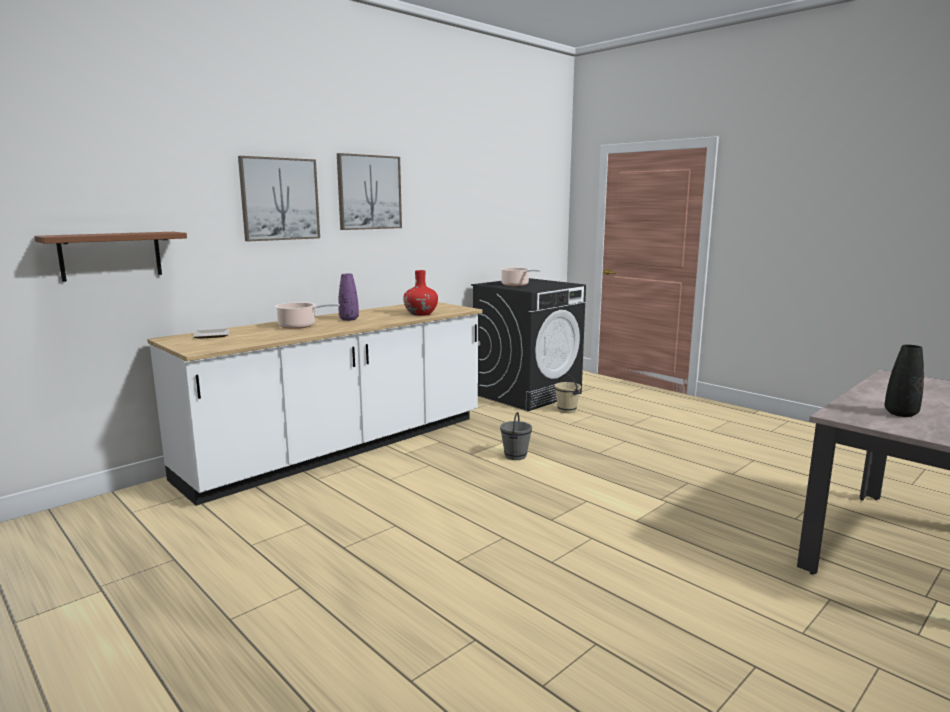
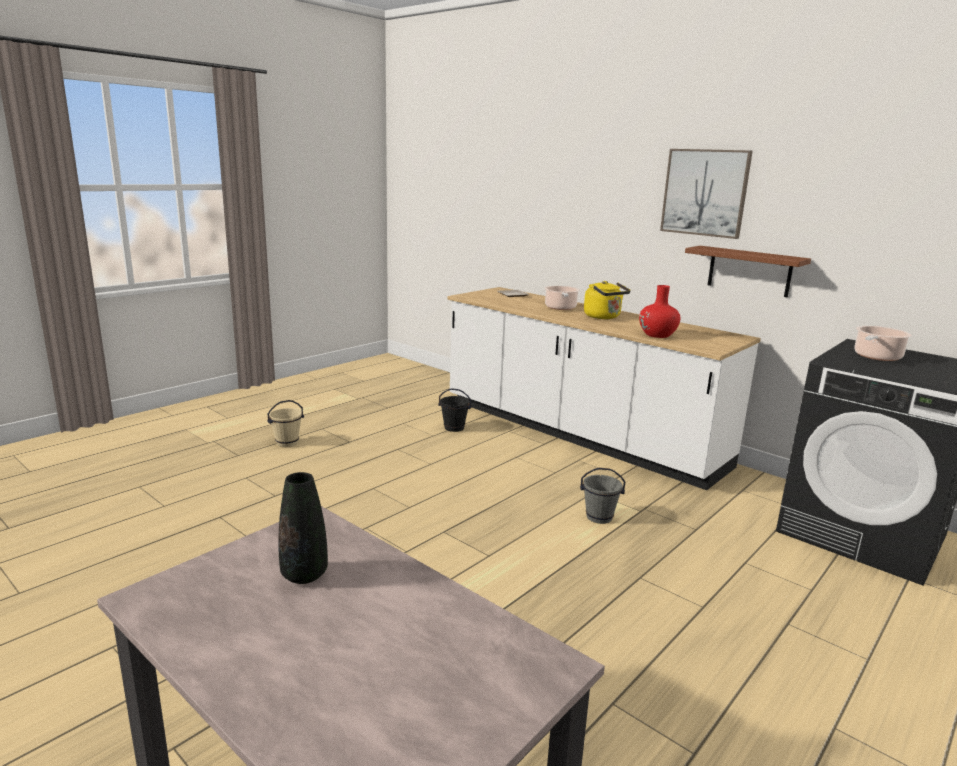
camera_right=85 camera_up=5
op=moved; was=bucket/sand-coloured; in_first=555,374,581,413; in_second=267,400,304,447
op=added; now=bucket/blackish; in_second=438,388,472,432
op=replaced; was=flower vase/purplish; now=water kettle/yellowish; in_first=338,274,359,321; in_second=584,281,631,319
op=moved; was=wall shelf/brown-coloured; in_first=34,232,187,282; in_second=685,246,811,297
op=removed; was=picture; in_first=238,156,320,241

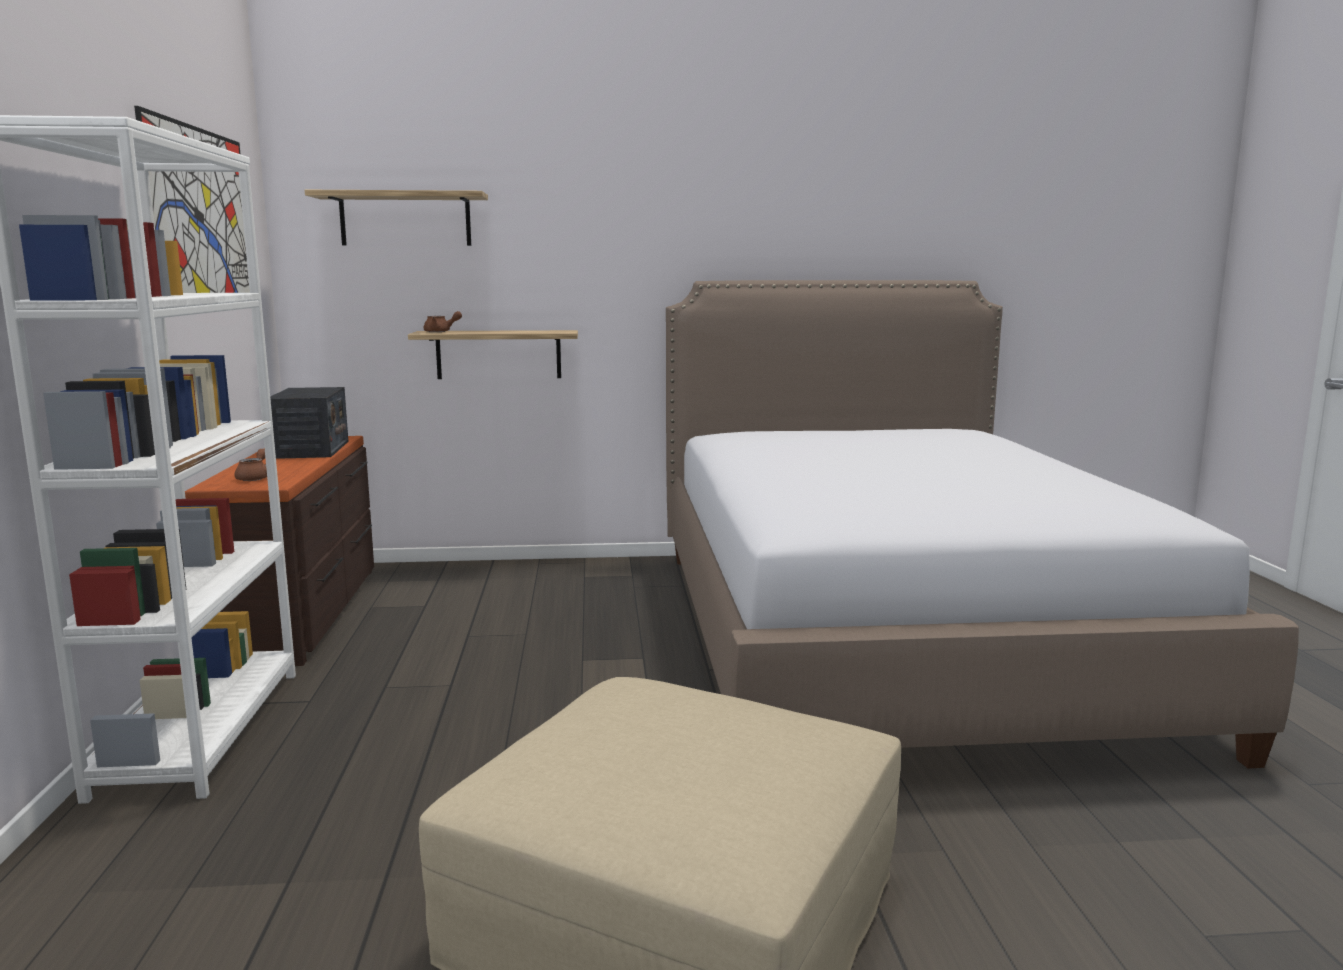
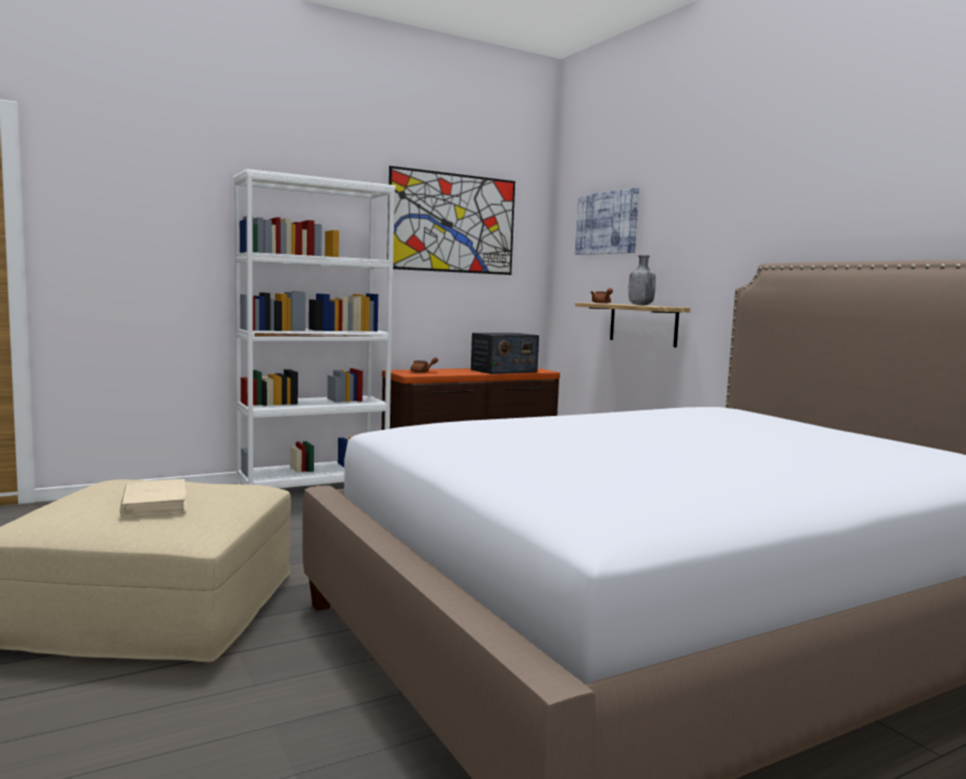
camera_right=65 camera_up=-5
op=added; now=book/sand-coloured; in_second=120,479,186,517
op=replaced; was=wall shelf; now=picture; in_first=305,190,488,246; in_second=575,187,639,255
op=added; now=drink bottle/greyish; in_second=628,255,656,305

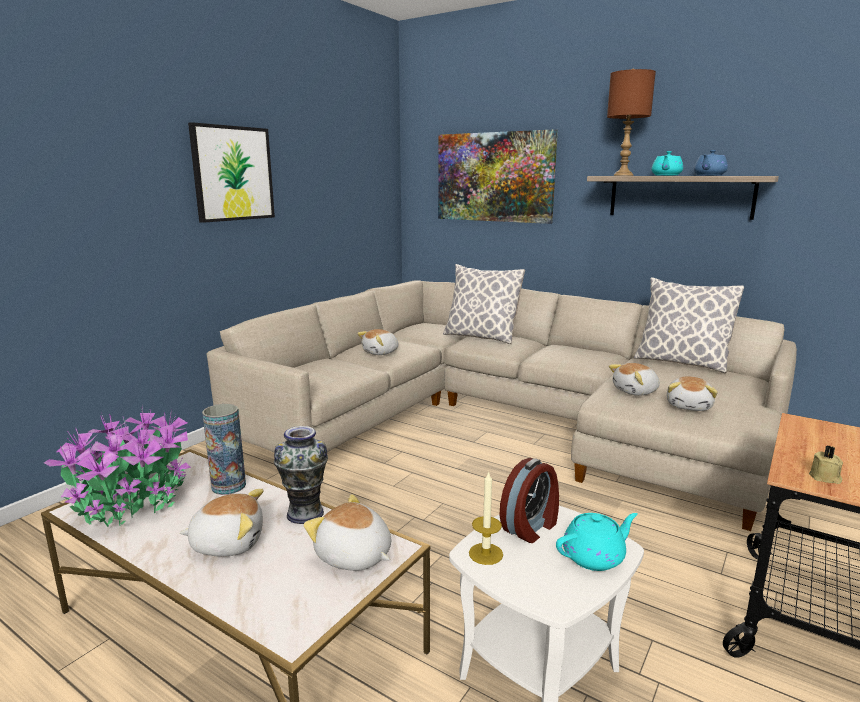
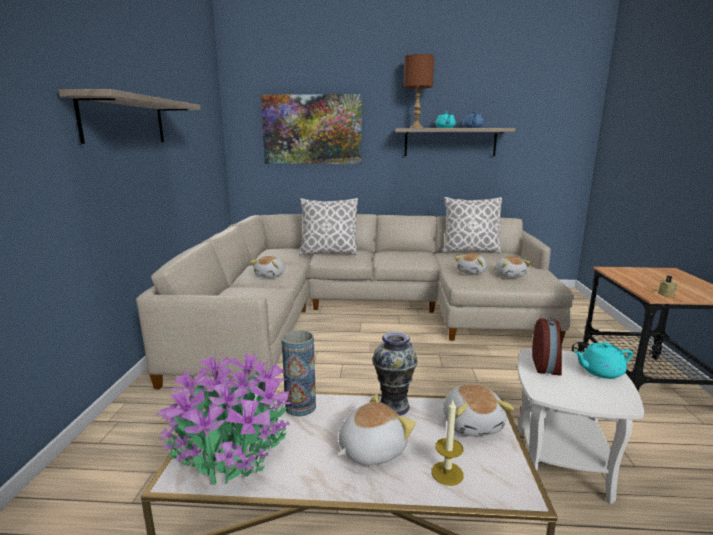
camera_right=-30 camera_up=0
op=replaced; was=picture; now=wall shelf; in_first=188,122,275,223; in_second=58,89,201,144
op=moved; was=candle; in_first=469,471,503,565; in_second=431,400,464,486
op=turned; was=plush toy; in_first=304,494,391,571; in_second=444,384,514,436; clockwise=-105
op=turned; was=tea pot/turquoise-coloured; in_first=556,513,638,571; in_second=574,342,633,379; clockwise=-135

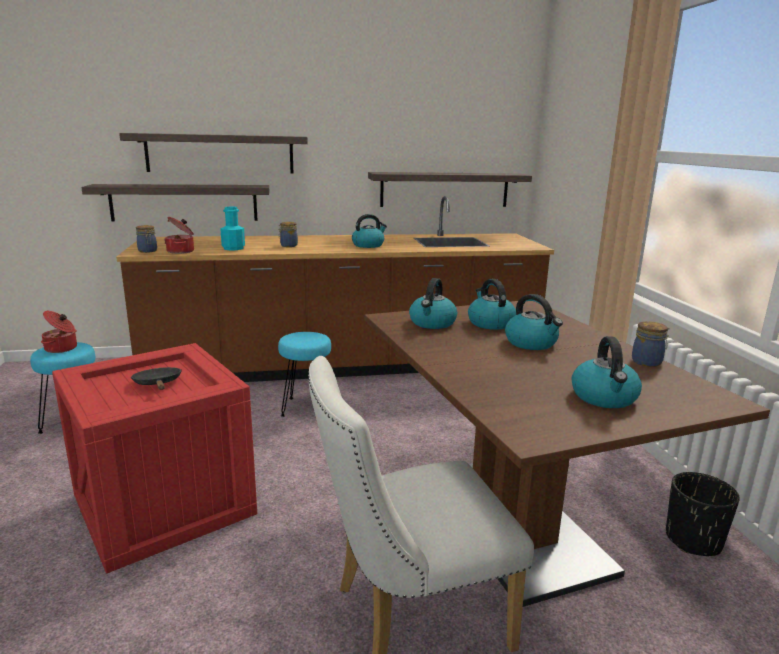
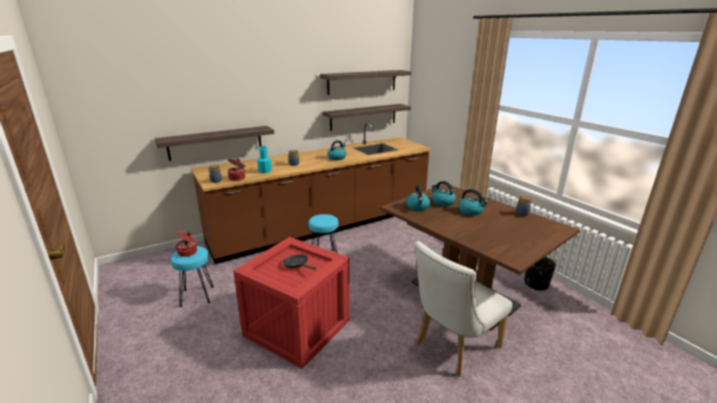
camera_right=-20 camera_up=5
op=moved; was=wall shelf; in_first=119,133,308,173; in_second=320,70,411,95
op=removed; was=water kettle; in_first=572,336,642,408

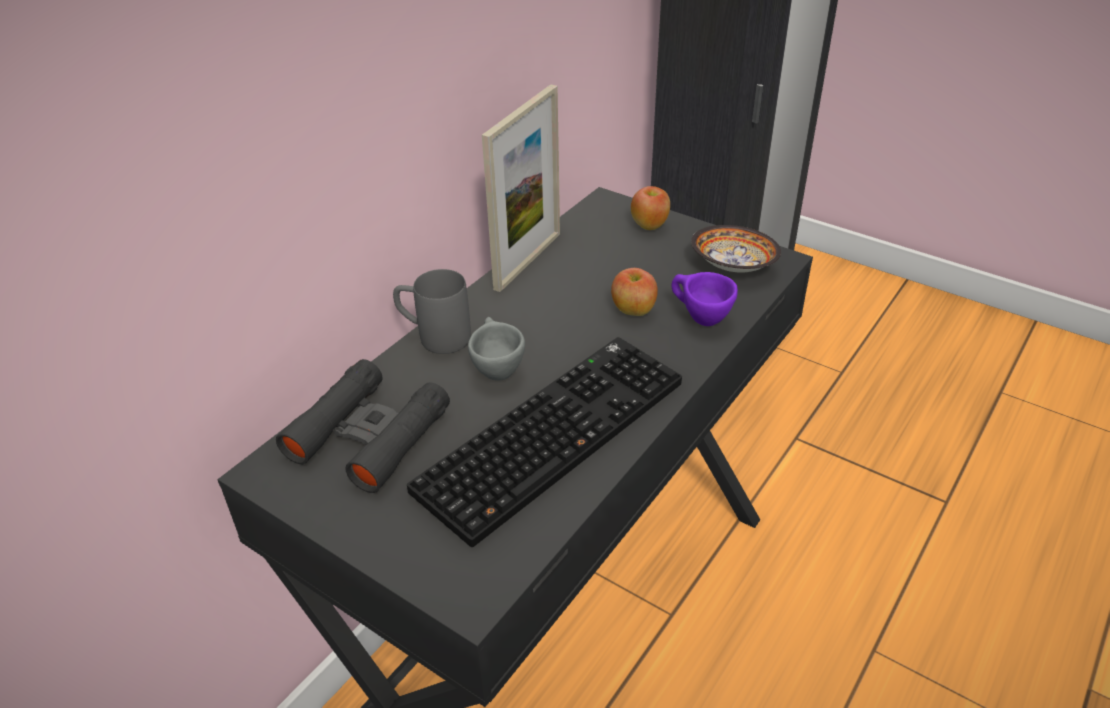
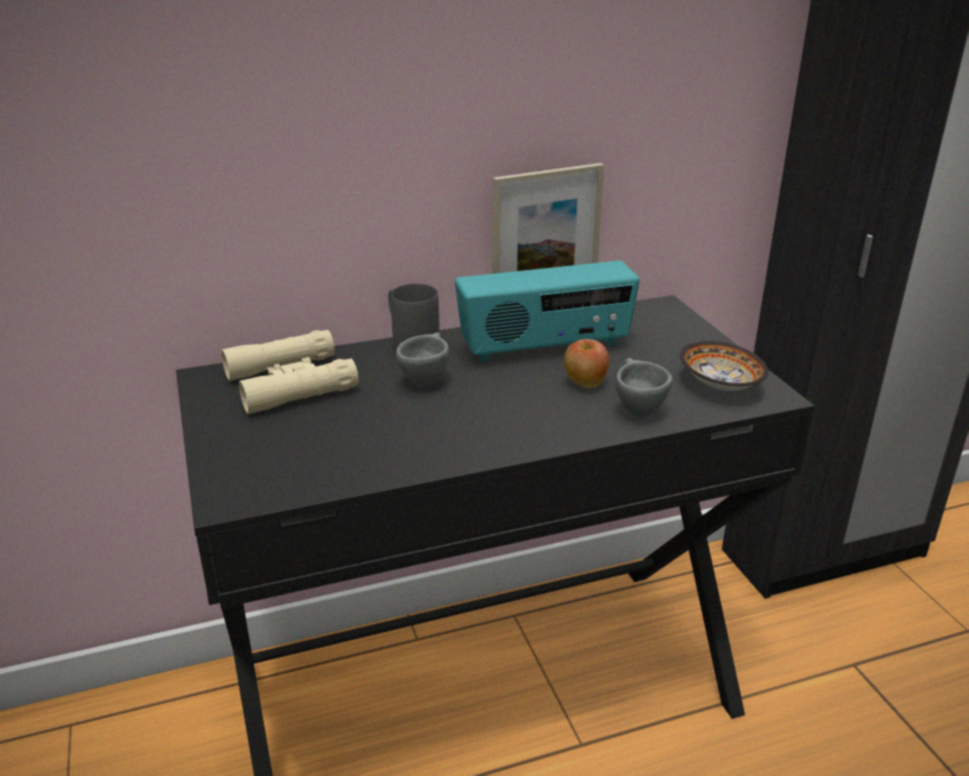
camera_right=35 camera_up=-10
op=recoloured; was=field glasses/blackish; now=field glasses/sand-coloured; in_first=276,359,450,493; in_second=221,330,359,414
op=added; now=radio receiver; in_second=455,261,640,363
op=recoloured; was=drinking cup/purplish; now=drinking cup/greyish; in_first=671,272,738,326; in_second=616,358,672,417
op=removed; was=computer keyboard; in_first=407,337,682,547
op=removed; was=apple fruit; in_first=631,186,670,230

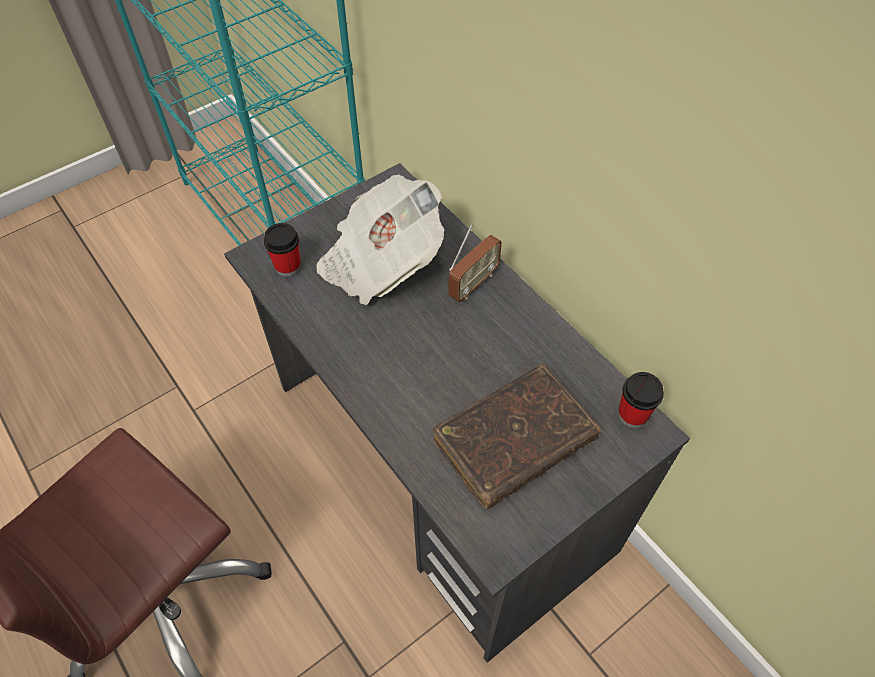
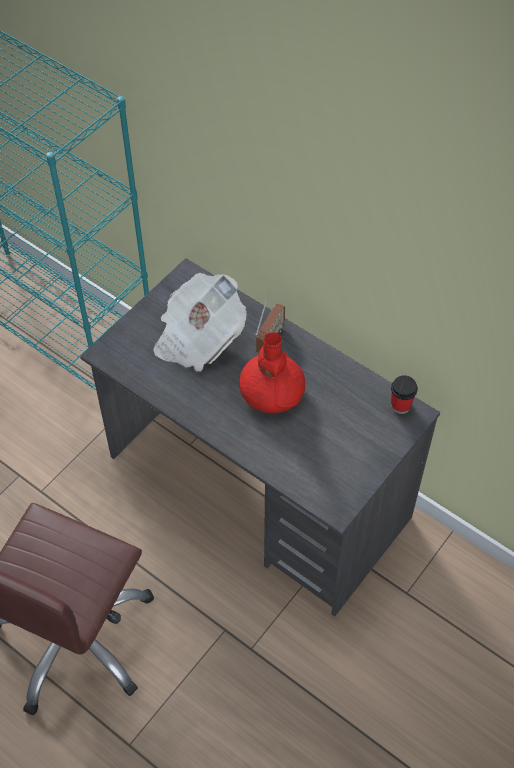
camera_right=-15 camera_up=0
op=added; now=flower vase/red-coloured; in_second=239,332,305,413
op=removed; was=drinking cup; in_first=264,223,301,276
op=removed; was=book/brown-coloured; in_first=433,365,601,509

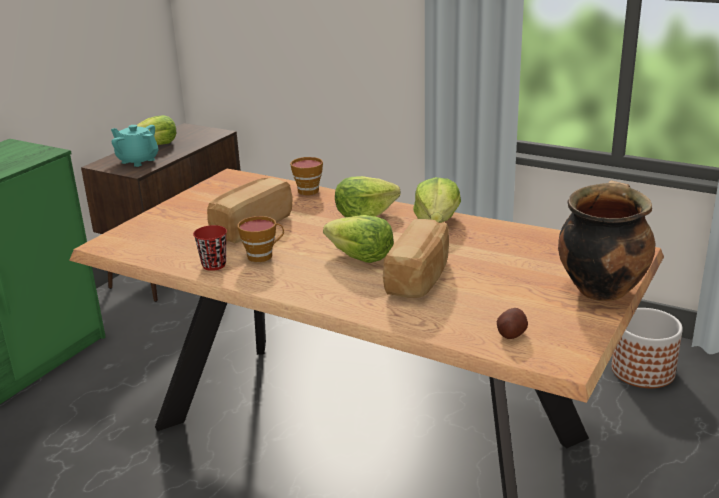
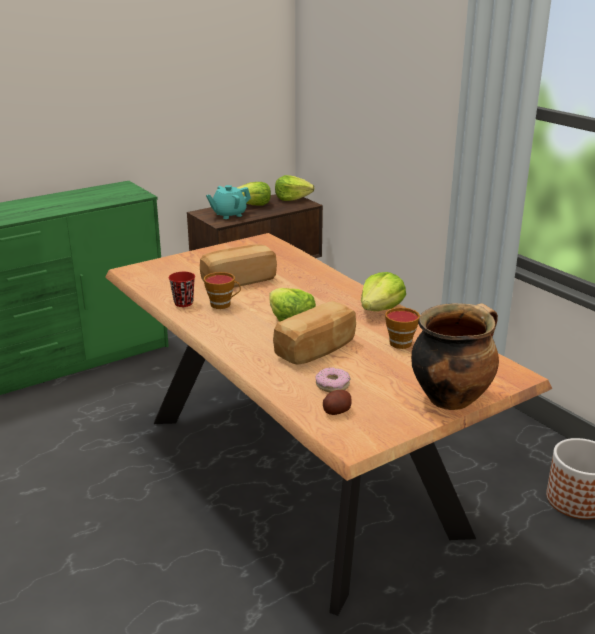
camera_right=25 camera_up=0
op=turned; was=tea pot/turquoise-coloured; in_first=111,125,159,167; in_second=206,185,251,219; clockwise=-90
op=moved; was=head of lettuce; in_first=335,176,401,217; in_second=275,175,315,201
op=added; now=doughnut; in_second=315,367,350,392
op=moved; was=drinking cup; in_first=290,157,323,195; in_second=385,307,420,349

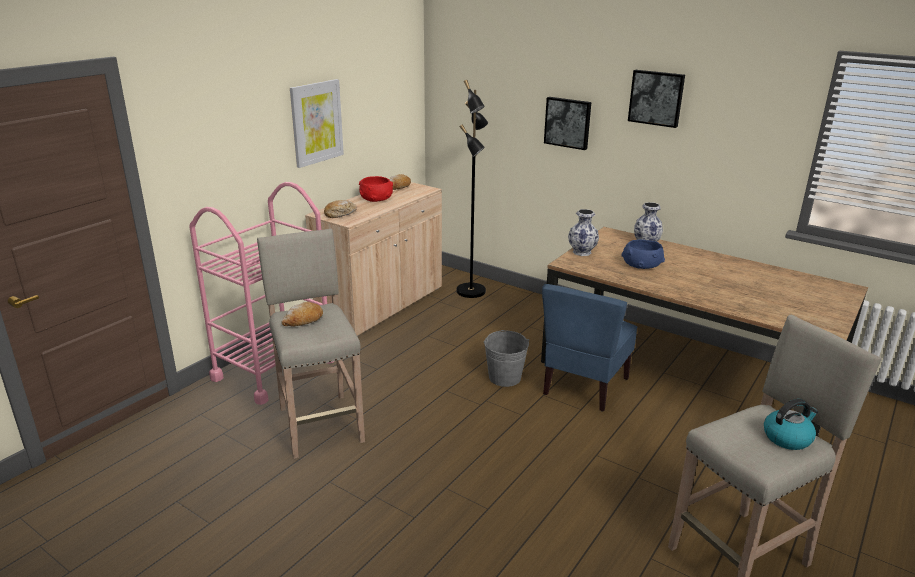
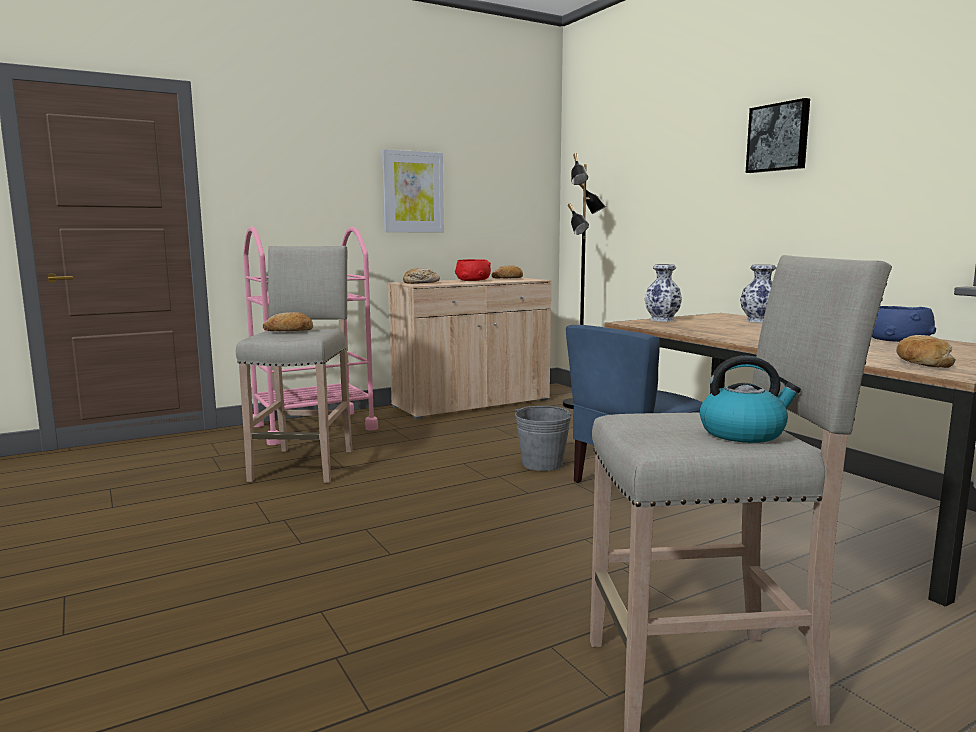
camera_right=25 camera_up=-15
op=moved; was=deep dish/blue-coloured; in_first=622,239,665,269; in_second=872,306,936,342
op=added; now=bakery bread; in_second=896,335,956,368
op=removed; was=picture; in_first=544,97,592,150

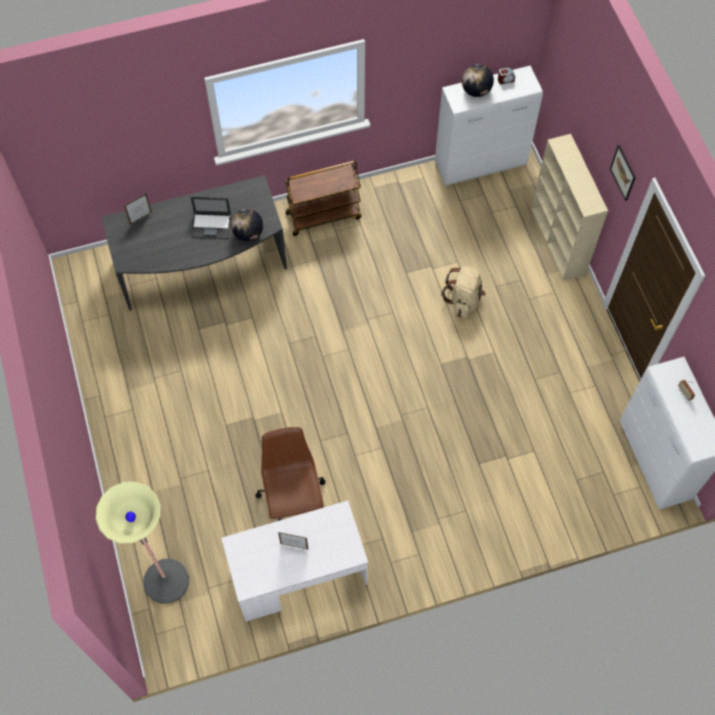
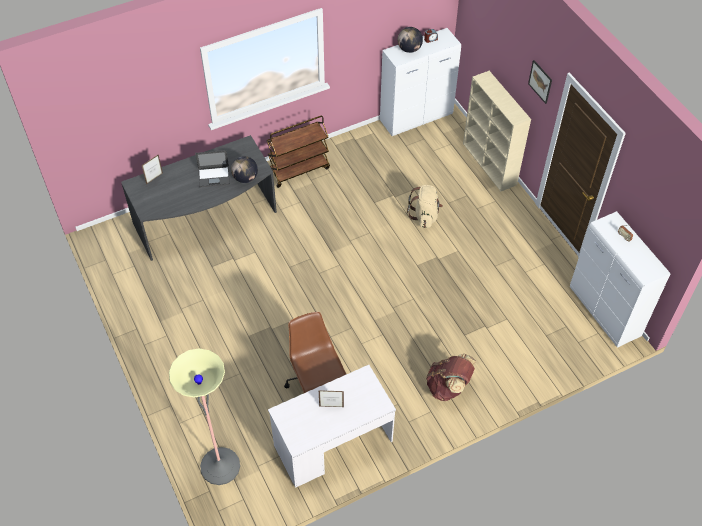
camera_right=-10 camera_up=-10
op=added; now=knapsack/brown-coloured; in_second=426,354,476,401

